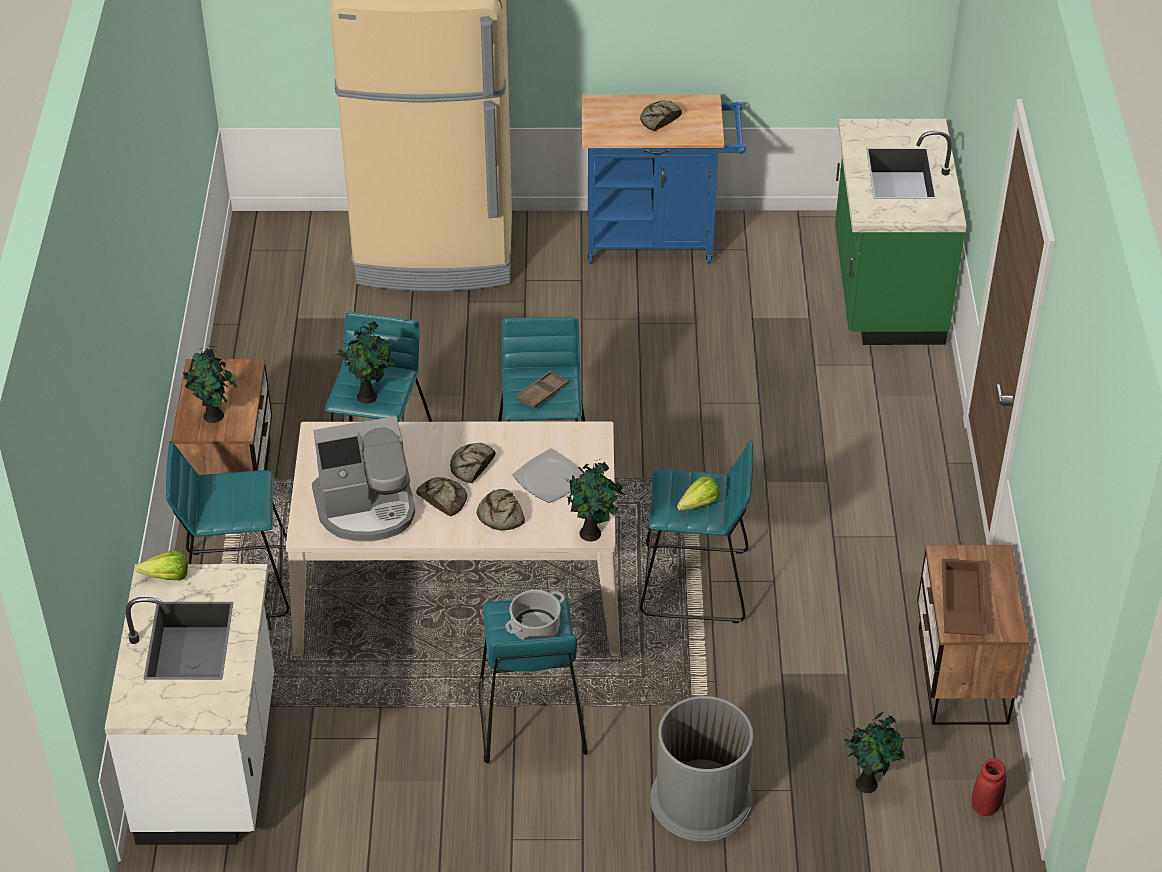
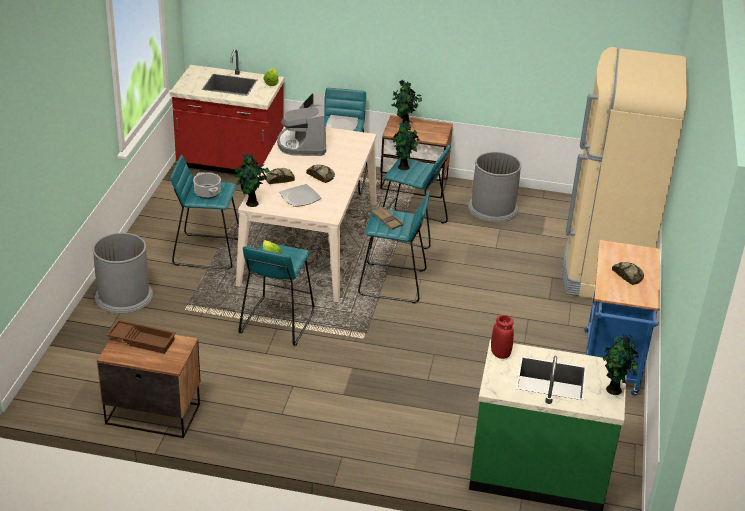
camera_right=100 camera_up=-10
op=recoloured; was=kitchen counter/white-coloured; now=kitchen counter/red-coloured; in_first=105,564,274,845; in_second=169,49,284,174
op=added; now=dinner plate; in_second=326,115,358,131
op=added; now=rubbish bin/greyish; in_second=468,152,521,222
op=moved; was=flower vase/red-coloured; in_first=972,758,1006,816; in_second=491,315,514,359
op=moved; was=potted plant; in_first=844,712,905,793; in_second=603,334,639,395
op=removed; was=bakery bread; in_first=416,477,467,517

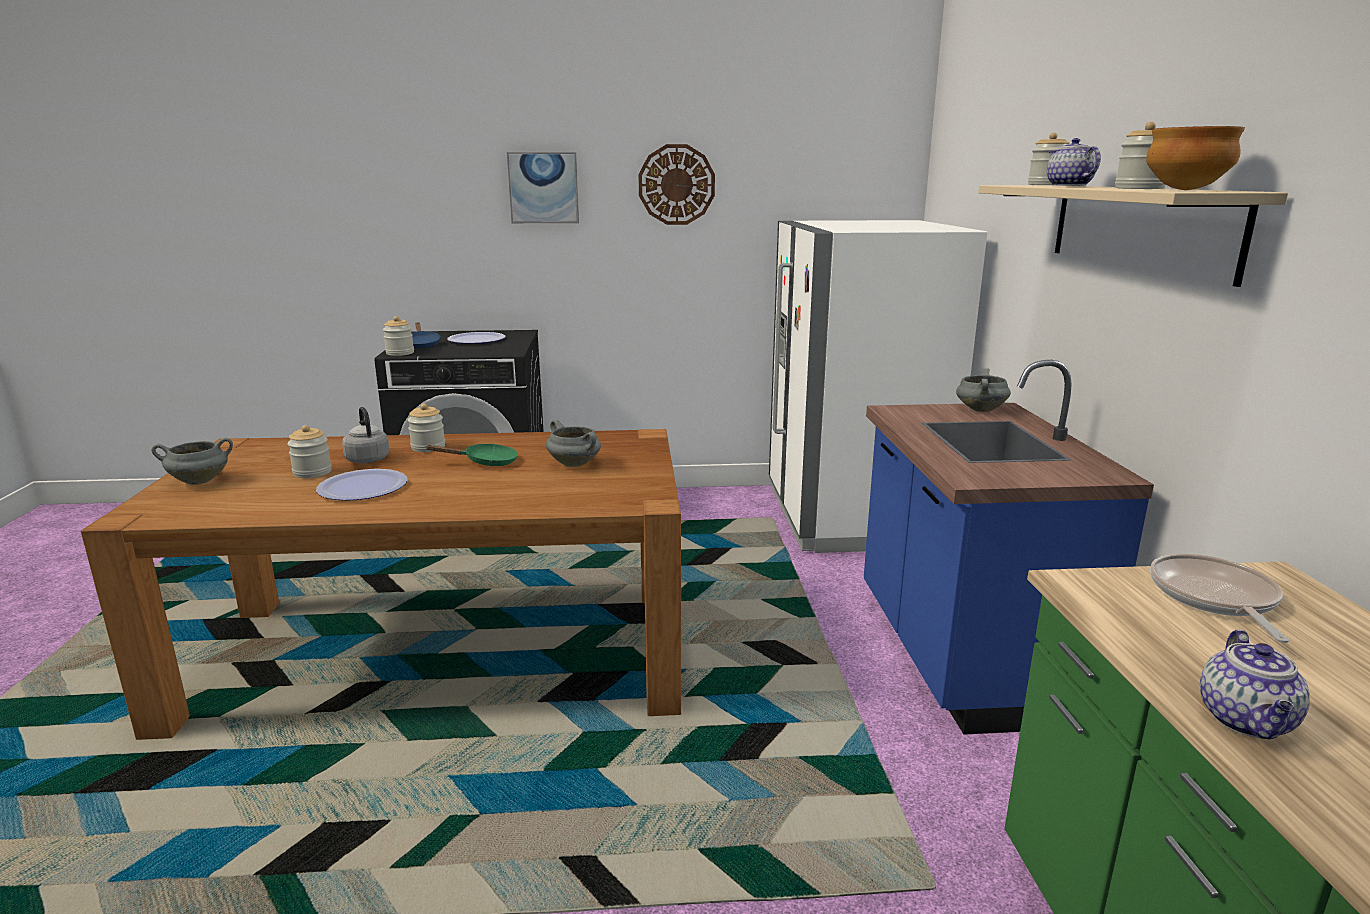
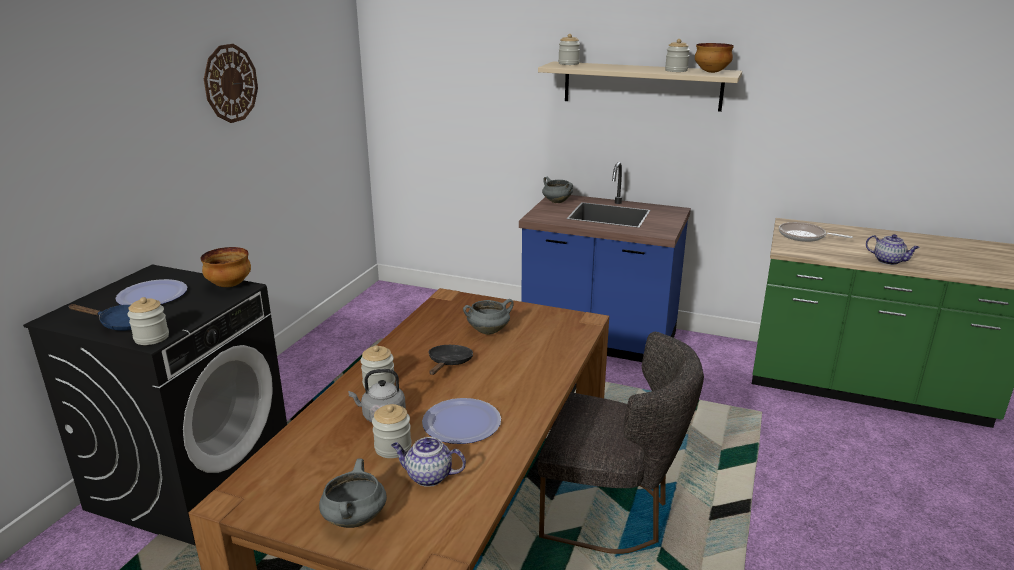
camera_right=-65 camera_up=5
op=added; now=deep dish; in_second=201,247,251,287
op=moved; was=tea pot; in_first=1047,138,1101,186; in_second=391,437,466,487
op=recoloured; was=skillet/green-coloured; now=skillet/blackish; in_first=426,444,518,466; in_second=428,345,473,375
op=added; now=plain chair/greyish; in_second=538,332,704,554
op=removed; was=picture; in_first=507,152,579,223
op=removed; was=kitchen fridge/white-coloured; in_first=769,220,987,553

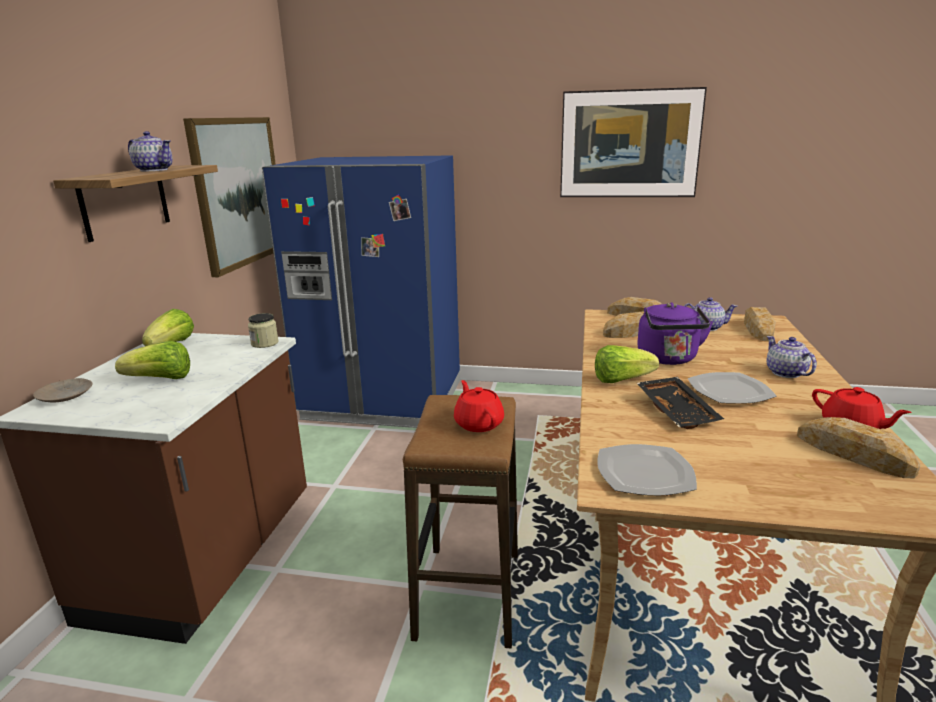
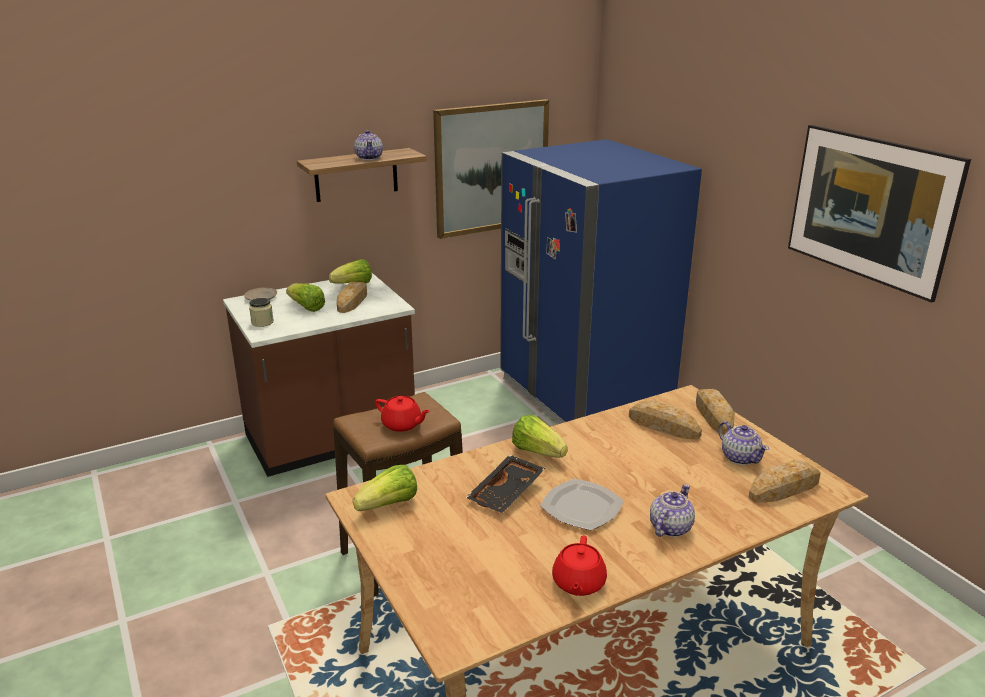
camera_right=50 camera_up=5
op=moved; was=jar; in_first=248,313,279,348; in_second=249,298,274,327
op=moved; was=bakery bread; in_first=797,417,920,478; in_second=336,281,367,313
op=replaced; was=dinner plate; now=head of lettuce; in_first=597,444,697,496; in_second=353,465,417,511
op=turned; was=tea pot/red-coloured; in_first=454,380,504,432; in_second=375,396,430,432; clockwise=90
op=removed; was=water kettle/purplish; in_first=637,302,713,365

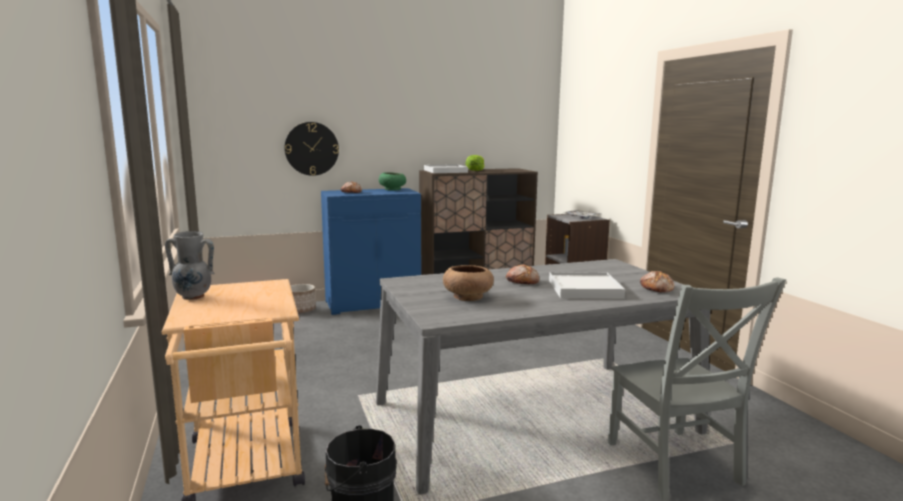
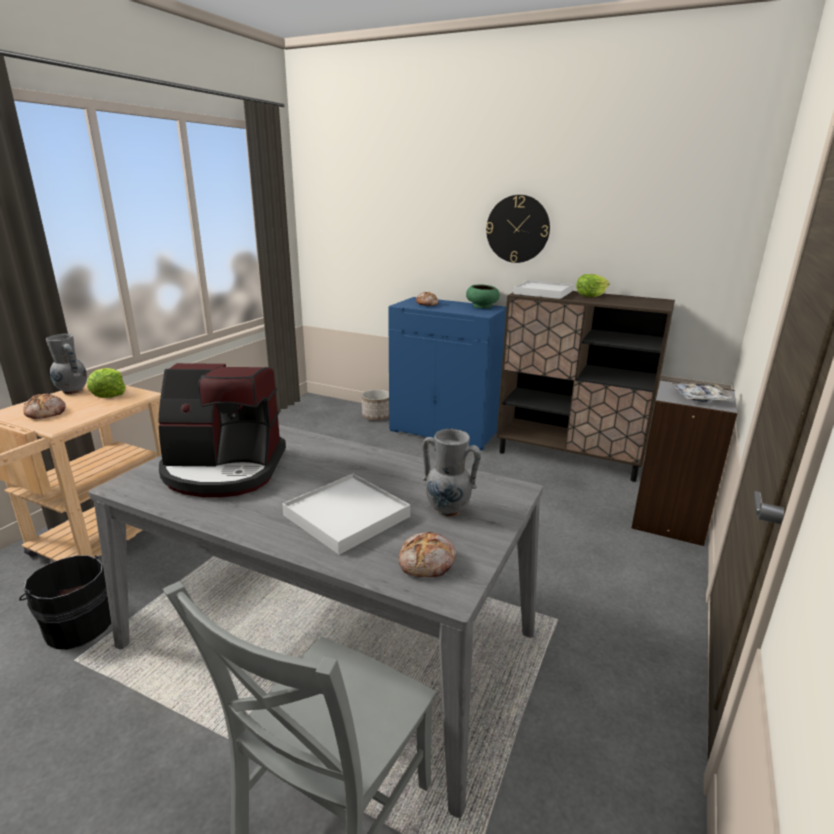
camera_right=45 camera_up=10
op=moved; was=bakery bread; in_first=506,264,539,284; in_second=23,394,65,419
op=added; now=head of lettuce; in_second=87,368,126,398
op=replaced; was=deep dish/brown-coloured; now=coffee maker; in_first=443,265,494,301; in_second=159,363,286,497
op=added; now=flower vase/greyish; in_second=422,429,481,516
op=moved; was=wall clock; in_first=285,122,339,176; in_second=486,195,550,263

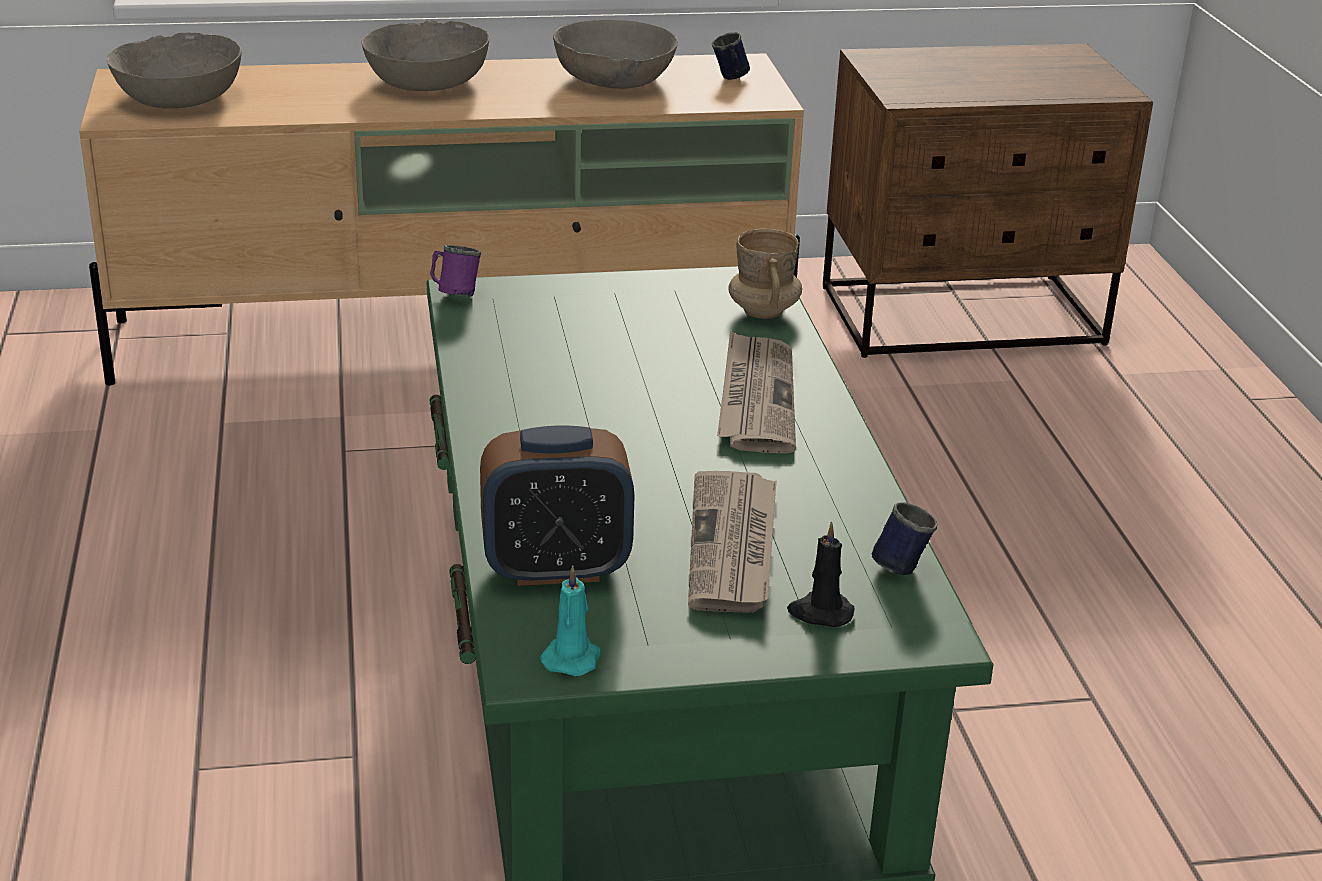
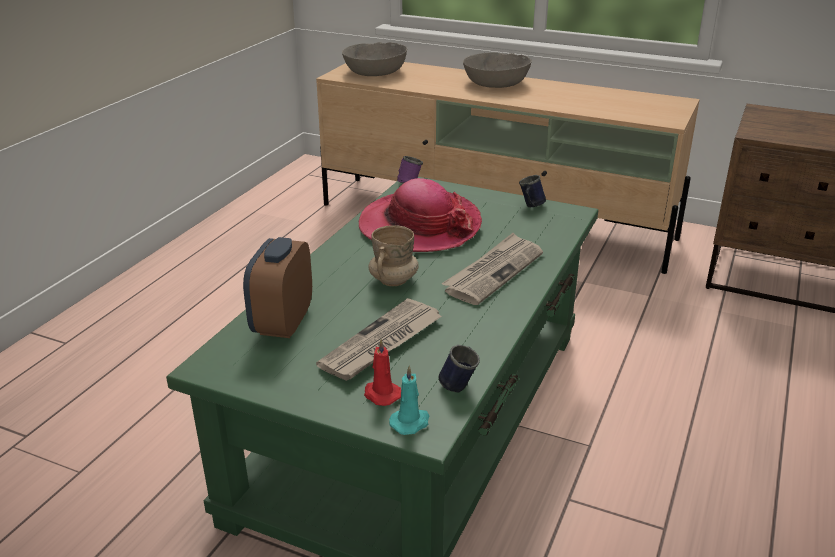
camera_right=35 camera_up=0
op=turned; was=bedside clock; in_first=480,426,635,586; in_second=243,237,312,338; clockwise=75
op=added; now=clothing hat; in_second=358,178,482,252
op=recoloured; was=candle/blackish; now=candle/red-coloured; in_first=787,521,855,627; in_second=364,339,401,406
op=moved; was=mug/sand-coloured; in_first=728,229,802,319; in_second=368,225,419,286
op=moved; was=candle/turquoise-coloured; in_first=540,565,601,676; in_second=389,365,430,435
op=moved; was=mug/blue-coloured; in_first=712,32,750,80; in_second=519,175,546,207
op=removed; was=deep dish/greyish; in_first=553,20,678,89

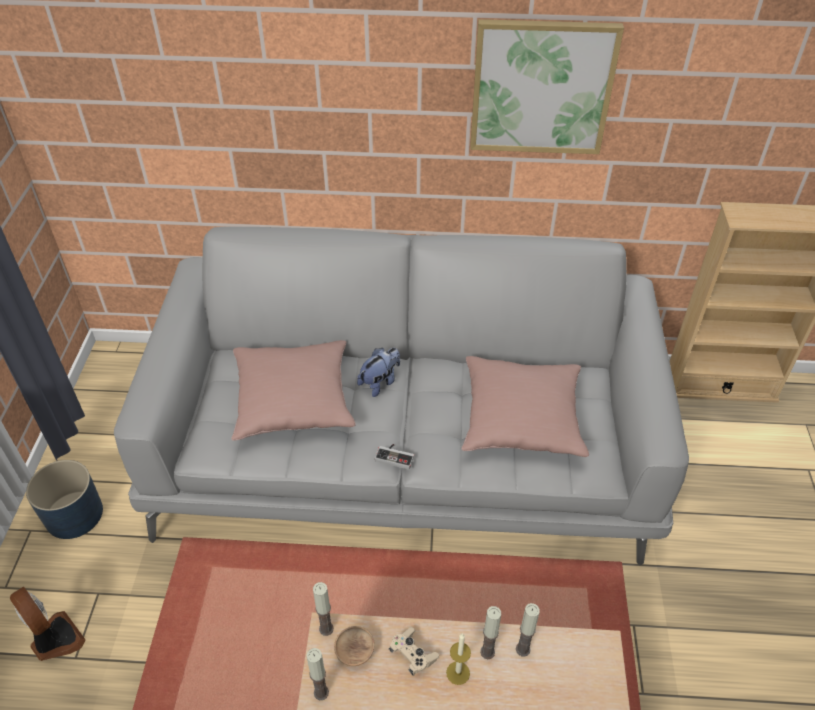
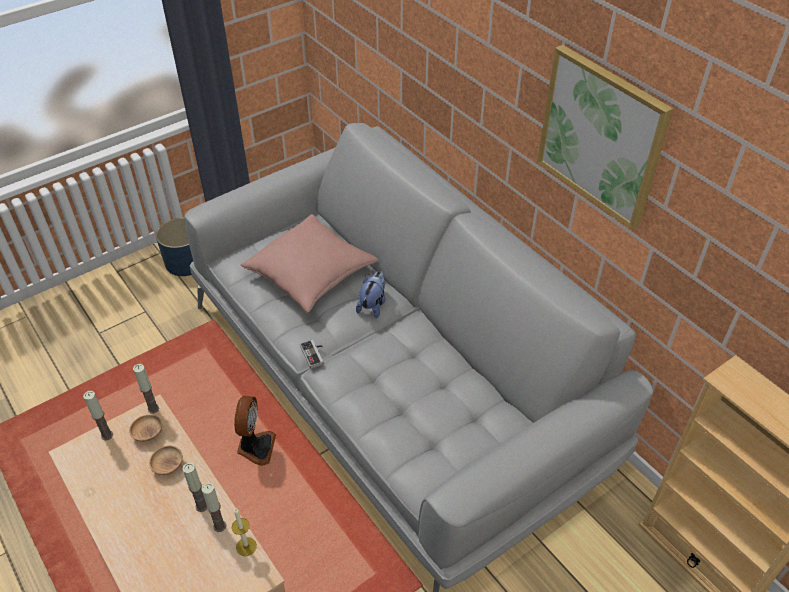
camera_right=50 camera_up=0
op=replaced; was=game controller/sand-coloured; now=deep dish/brown-coloured; in_first=389,627,439,676; in_second=149,445,183,475
op=moved; was=candle; in_first=446,633,471,685; in_second=232,508,257,556
op=moved; was=cooling fan; in_first=10,586,86,661; in_second=234,396,276,466
op=turned; was=plush toy; in_first=357,348,400,397; in_second=356,271,385,318; clockwise=-75
op=removed; was=pillow/pink-coloured; in_first=461,356,589,457

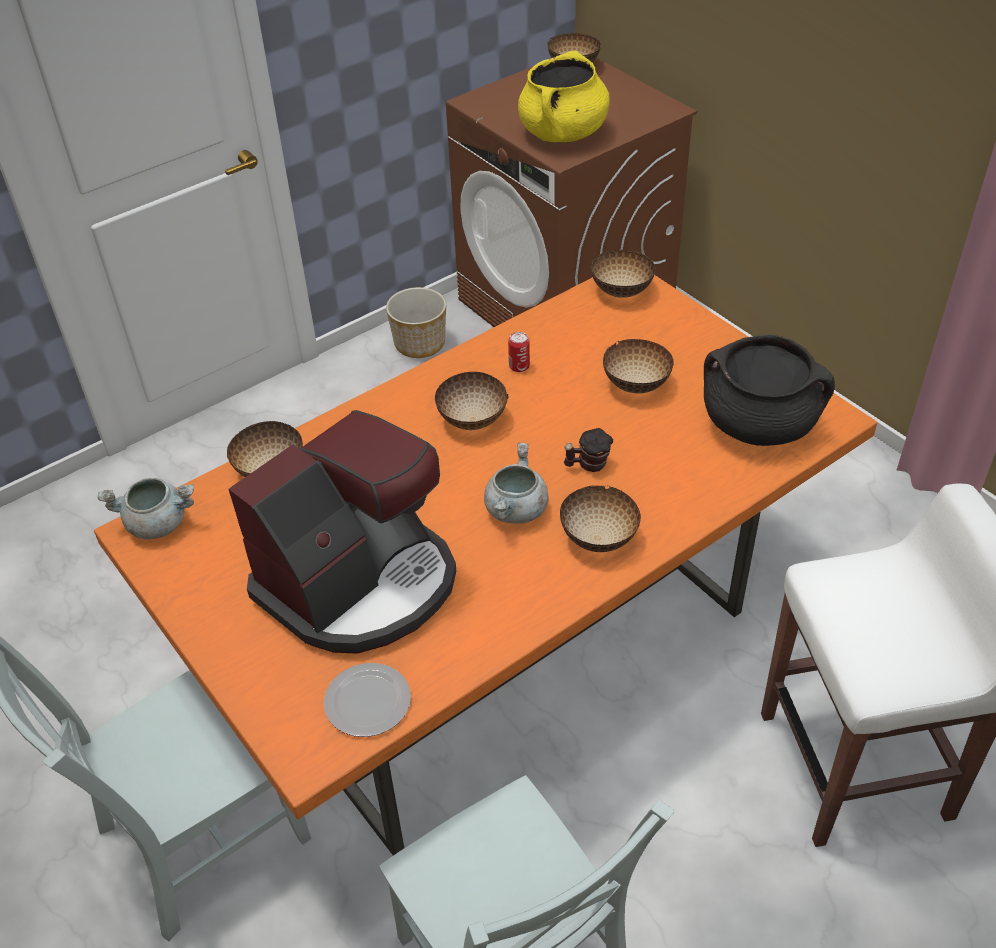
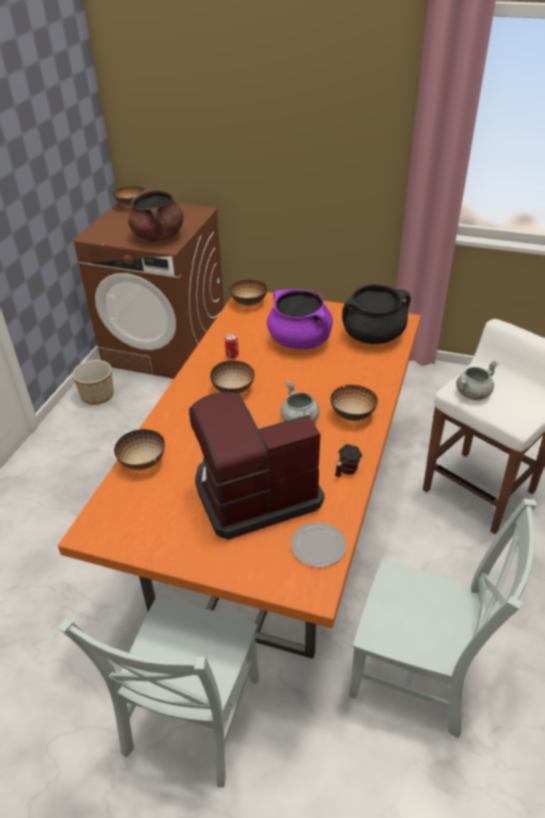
camera_right=-35 camera_up=-5
op=recoloured; was=saucepot/yellowish; now=saucepot/brown-coloured; in_first=518,51,610,142; in_second=128,188,184,242
op=turned; was=coffee maker; in_first=229,410,456,654; in_second=189,392,324,540; clockwise=-120
op=replaced; was=deep dish; now=saucepot/purplish; in_first=603,339,674,394; in_second=267,289,333,349
op=moved; was=mug; in_first=564,428,613,472; in_second=335,444,362,477
op=moved; was=saucepot/greyish; in_first=97,478,194,540; in_second=456,361,499,400

